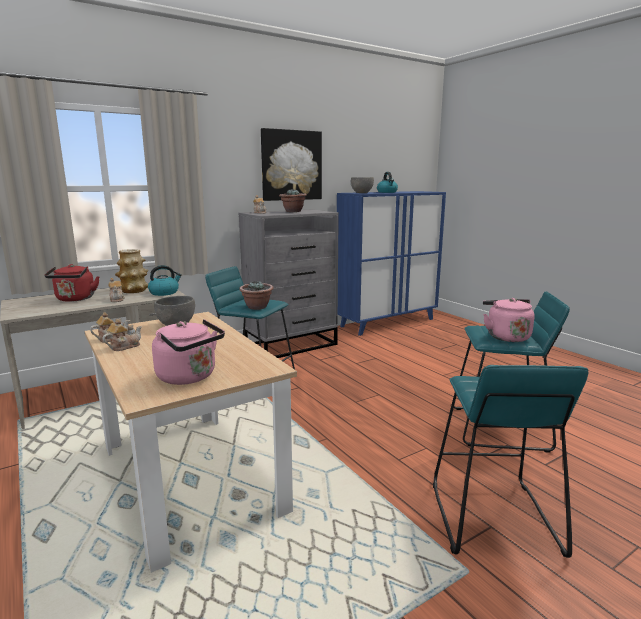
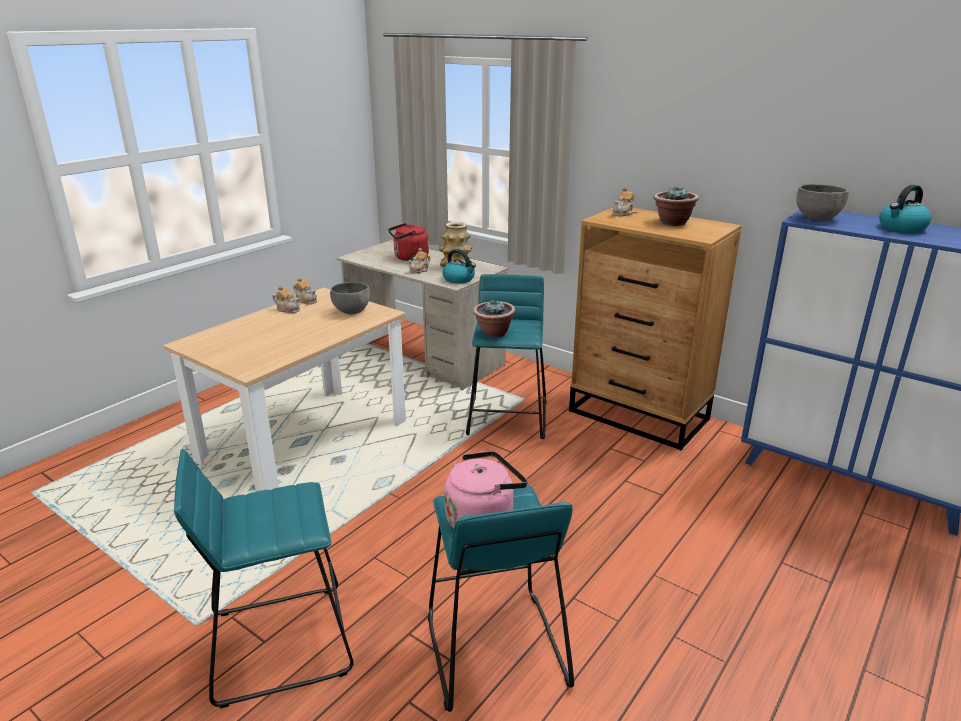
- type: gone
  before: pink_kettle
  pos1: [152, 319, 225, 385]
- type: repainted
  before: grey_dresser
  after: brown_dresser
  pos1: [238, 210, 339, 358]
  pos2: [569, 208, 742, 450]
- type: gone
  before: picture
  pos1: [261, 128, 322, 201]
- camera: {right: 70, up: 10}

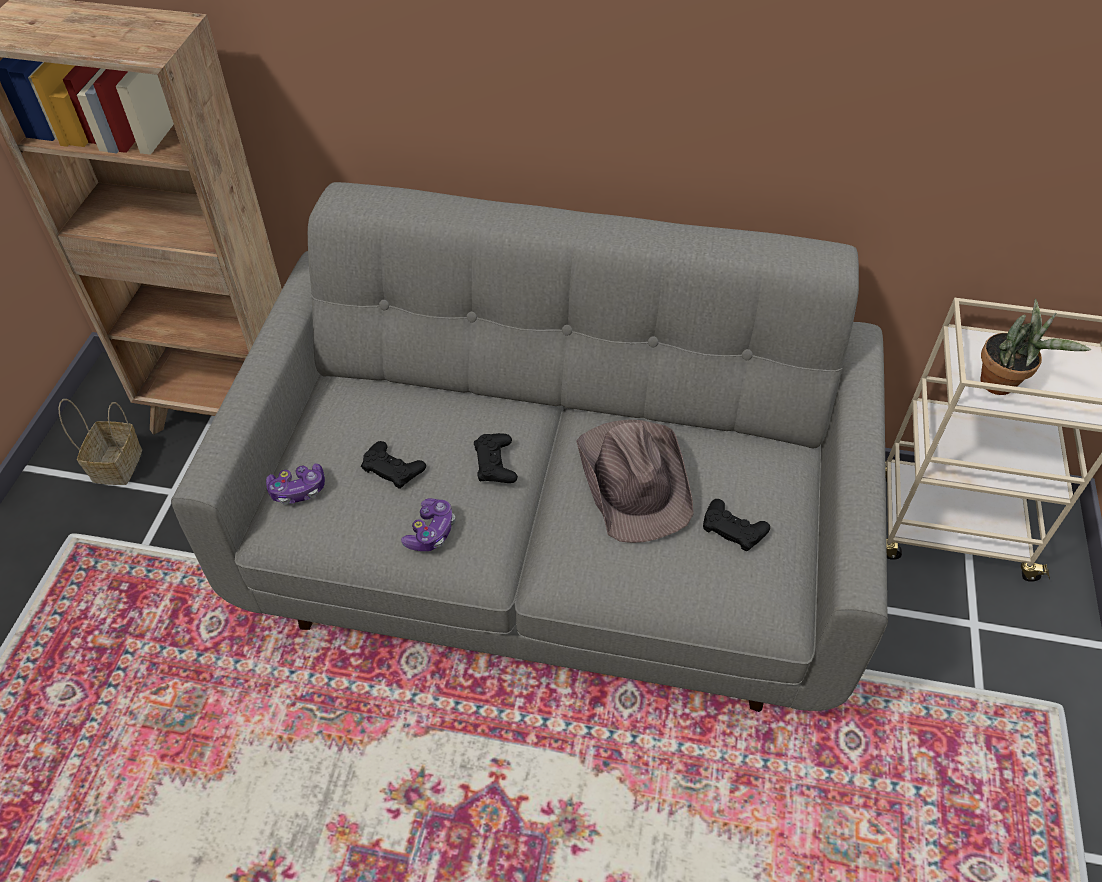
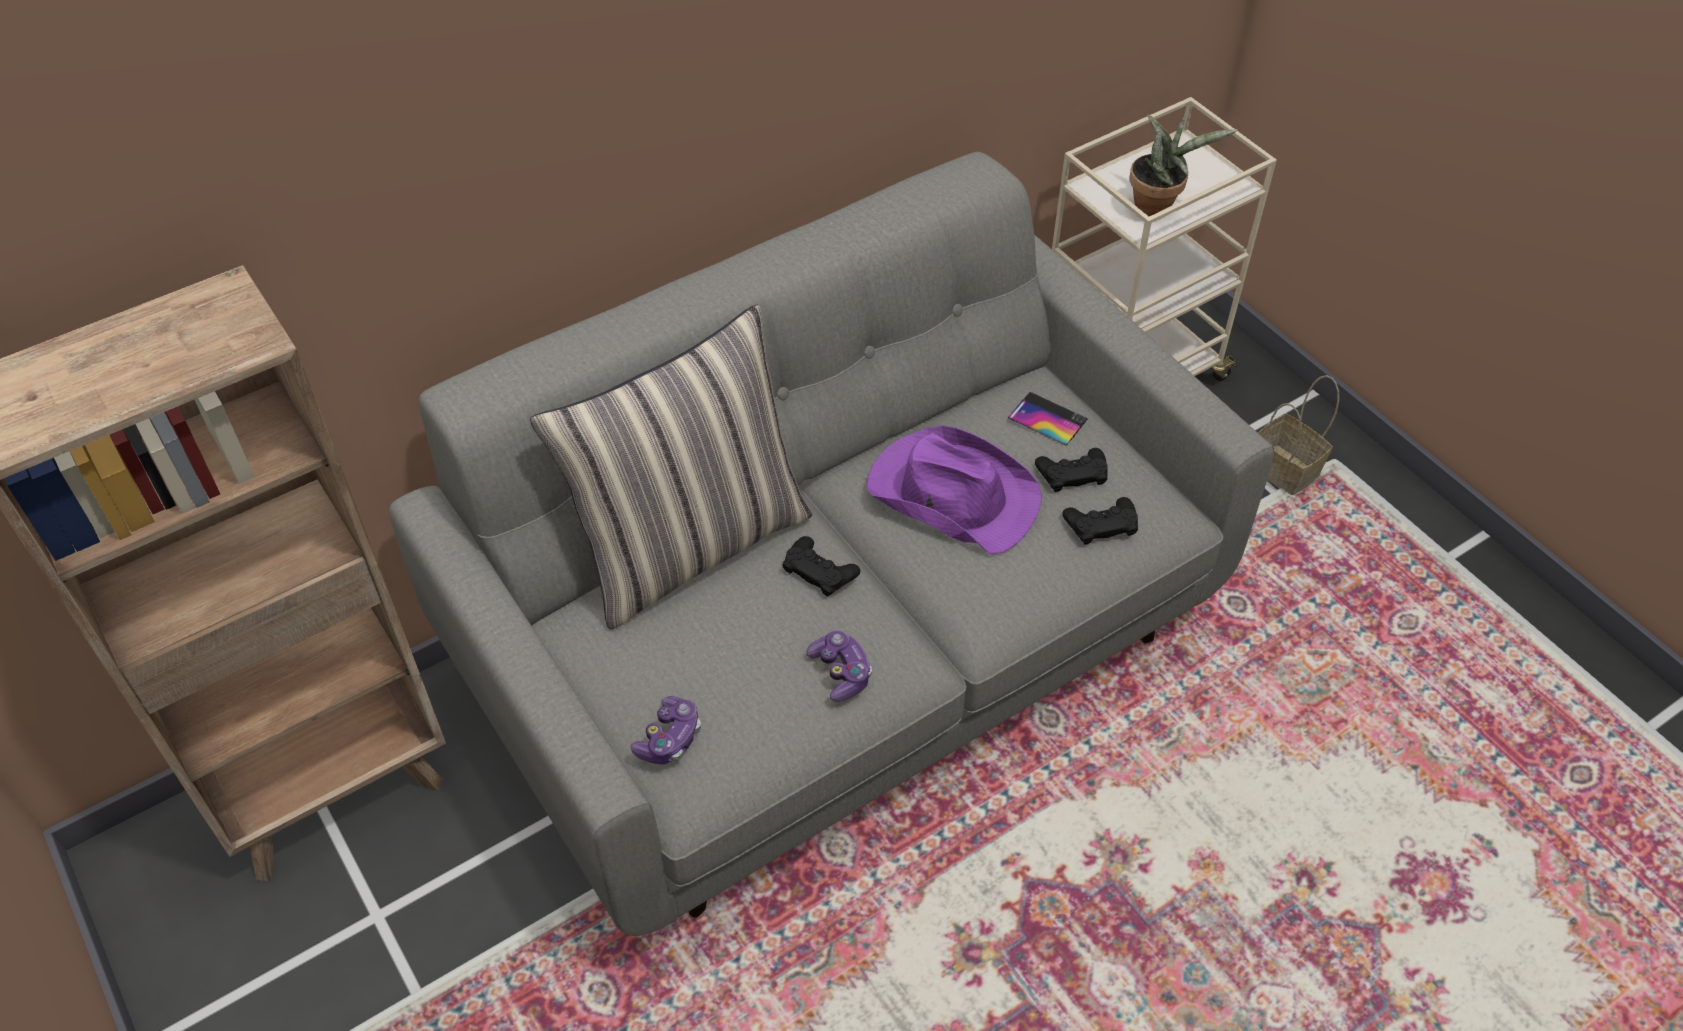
- type: shifted
  before: basket
  pos1: [59, 399, 142, 485]
  pos2: [1258, 375, 1339, 495]
- type: shifted
  before: black_game_controller
  pos1: [361, 441, 426, 489]
  pos2: [1062, 497, 1138, 544]
- type: repainted
  before: brown_hat
  after: purple_hat
  pos1: [576, 420, 694, 543]
  pos2: [867, 426, 1042, 555]
- type: new
  after: pillow
  pos2: [530, 305, 813, 630]
- type: new
  after: phone
  pos2: [1008, 392, 1088, 446]
- camera: {right: -45, up: 0}

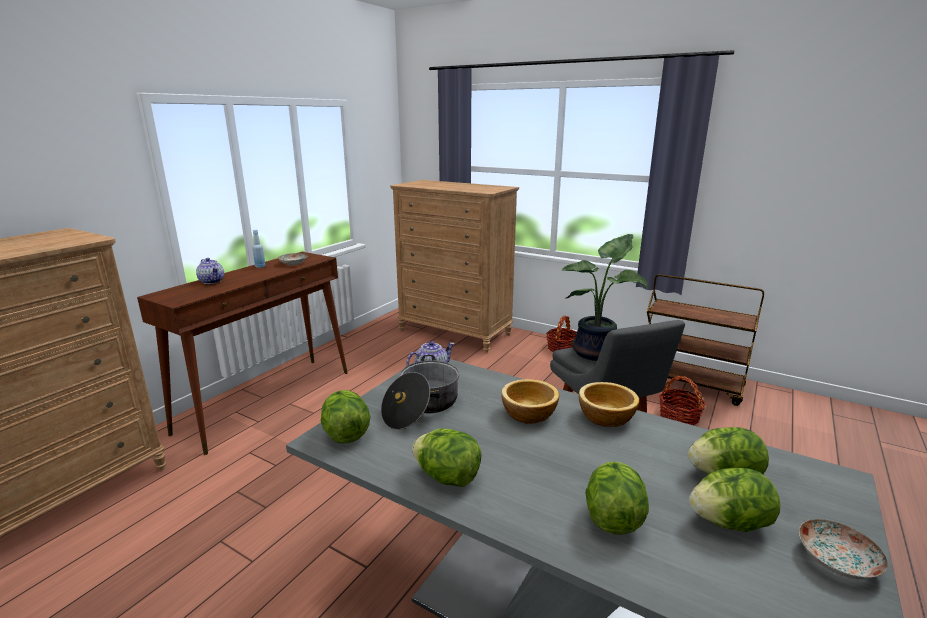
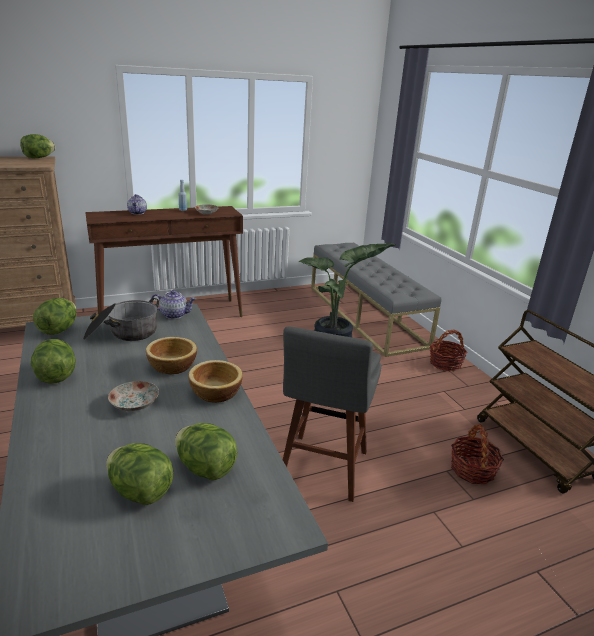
- type: swapped
  before: brown_dresser
  after: grey_bench
  pos1: [390, 180, 519, 353]
  pos2: [311, 243, 441, 357]
- type: shifted
  before: lettuce
  pos1: [585, 462, 649, 534]
  pos2: [20, 134, 55, 158]
- type: shifted
  before: plate
  pos1: [799, 519, 888, 580]
  pos2: [108, 381, 159, 411]
- camera: {right: 35, up: 5}

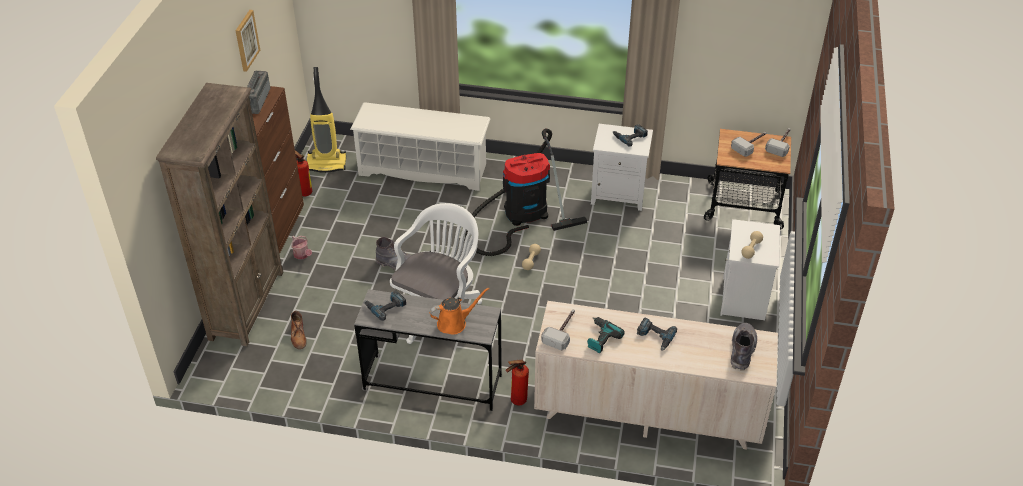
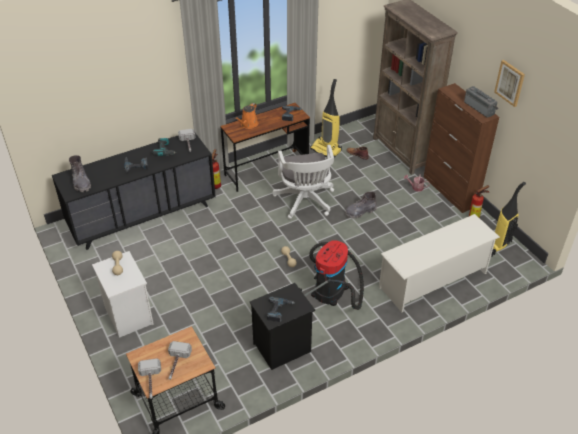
- type: repainted
  before: grey_desk
  after: brown_desk
  pos1: [354, 289, 502, 411]
  pos2: [221, 103, 310, 192]
- type: repainted
  before: beige_dresser
  after: black_dresser
  pos1: [534, 301, 778, 450]
  pos2: [52, 133, 216, 250]
- type: repainted
  before: white_nightstand
  after: black_nightstand
  pos1: [591, 124, 653, 211]
  pos2: [250, 283, 315, 370]
- type: new
  after: vacuum_cleaner
  pos2: [310, 79, 342, 158]
- camera: {right: 140, up: 0}

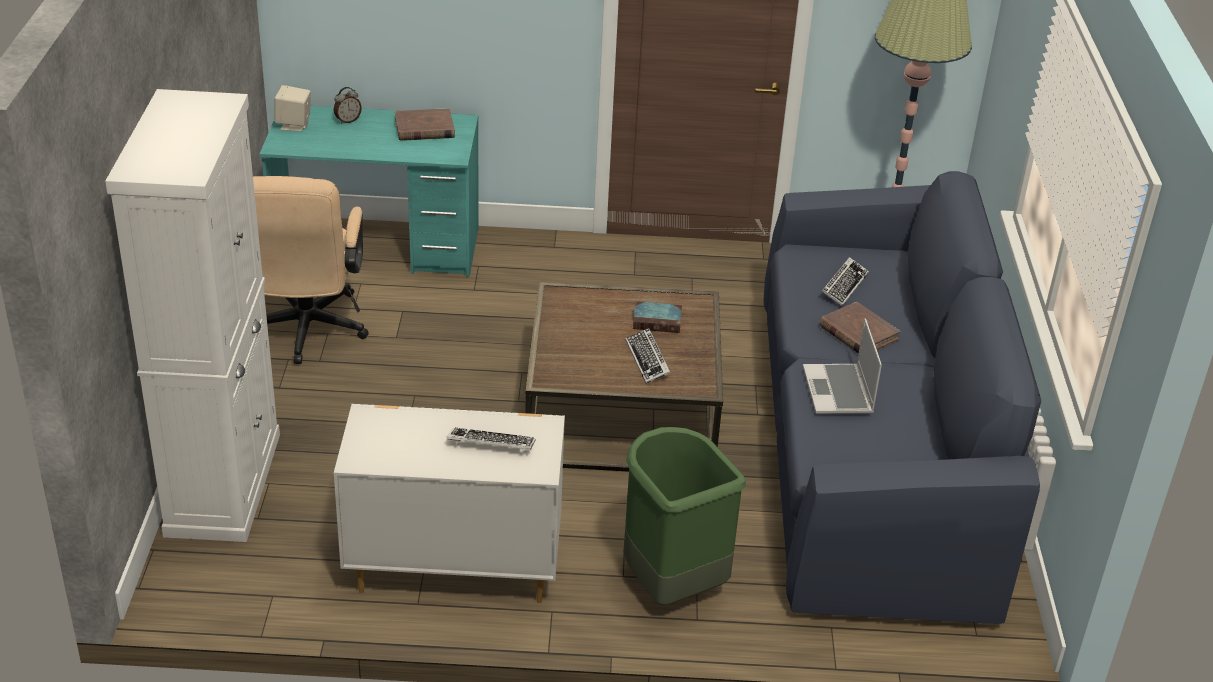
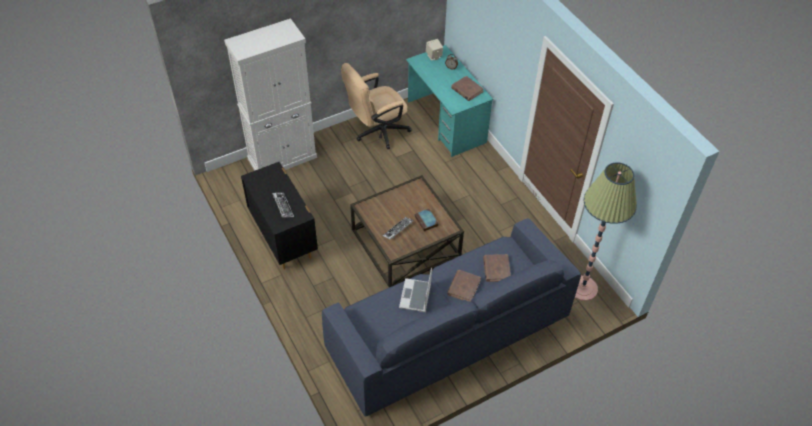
- type: repainted
  before: white_dresser
  after: black_dresser
  pos1: [334, 404, 565, 603]
  pos2: [241, 162, 318, 269]
- type: gone
  before: green_trash_can
  pos1: [623, 427, 746, 606]
- type: rotated
  before: laptop
  pos1: [803, 319, 882, 414]
  pos2: [399, 267, 432, 312]
  turn: -45
- type: swapped
  before: keyboard
  after: brown_book
  pos1: [822, 257, 869, 306]
  pos2: [483, 254, 511, 282]
- camera: {right: 60, up: 15}

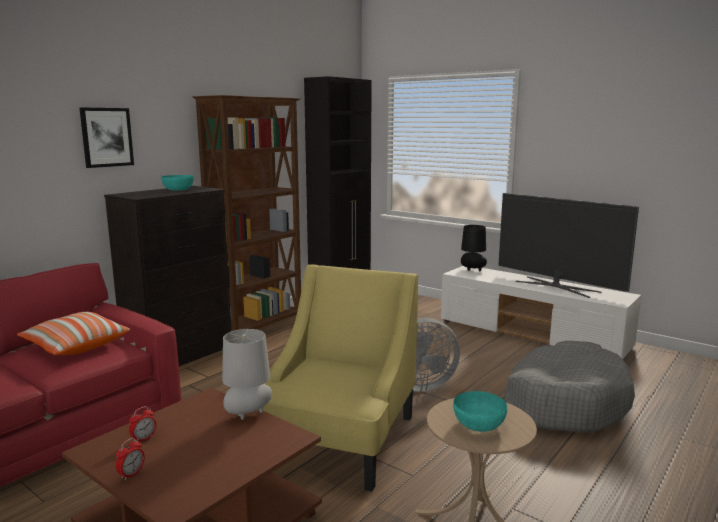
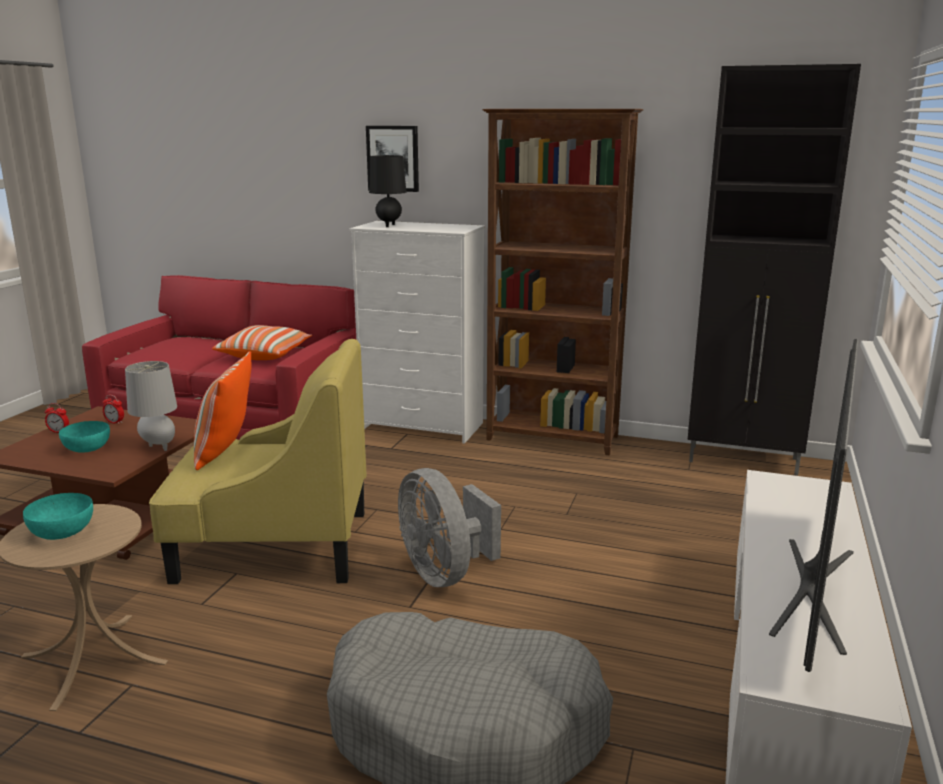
- type: repainted
  before: black_dresser
  after: white_dresser
  pos1: [104, 186, 231, 366]
  pos2: [349, 221, 485, 443]
- type: shifted
  before: turquoise_bowl
  pos1: [161, 175, 194, 191]
  pos2: [59, 421, 110, 453]
- type: shifted
  before: black_table_lamp
  pos1: [461, 225, 487, 272]
  pos2: [369, 155, 406, 227]
- type: new
  after: pillow
  pos2: [194, 352, 252, 470]
- camera: {right: 70, up: 5}

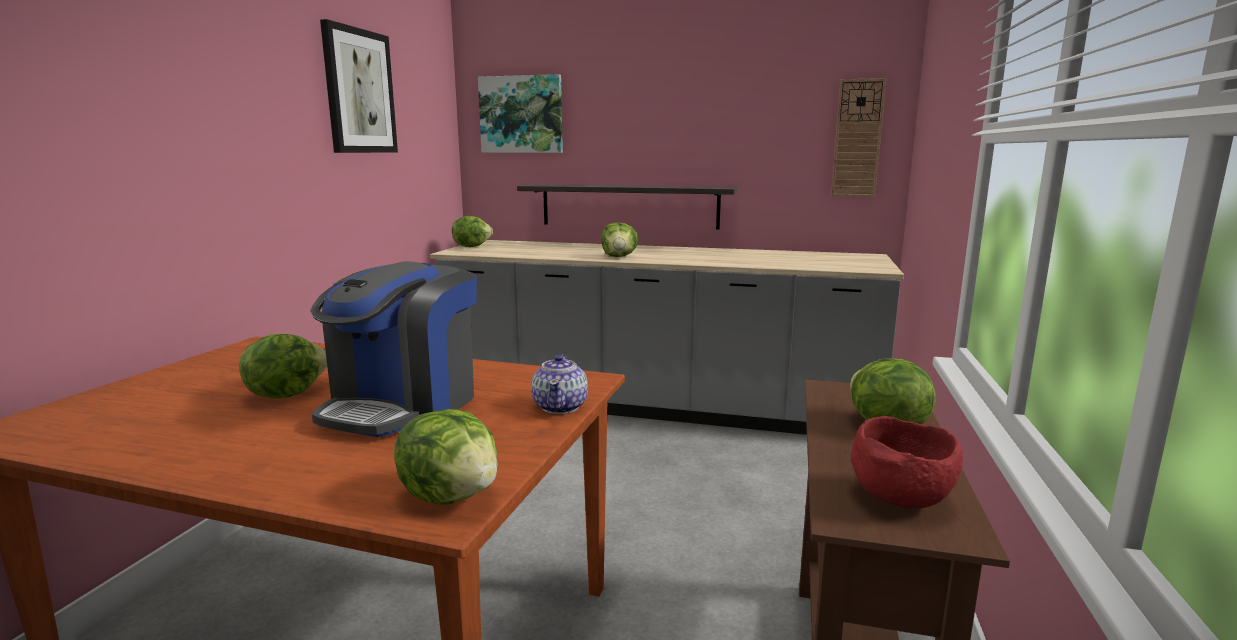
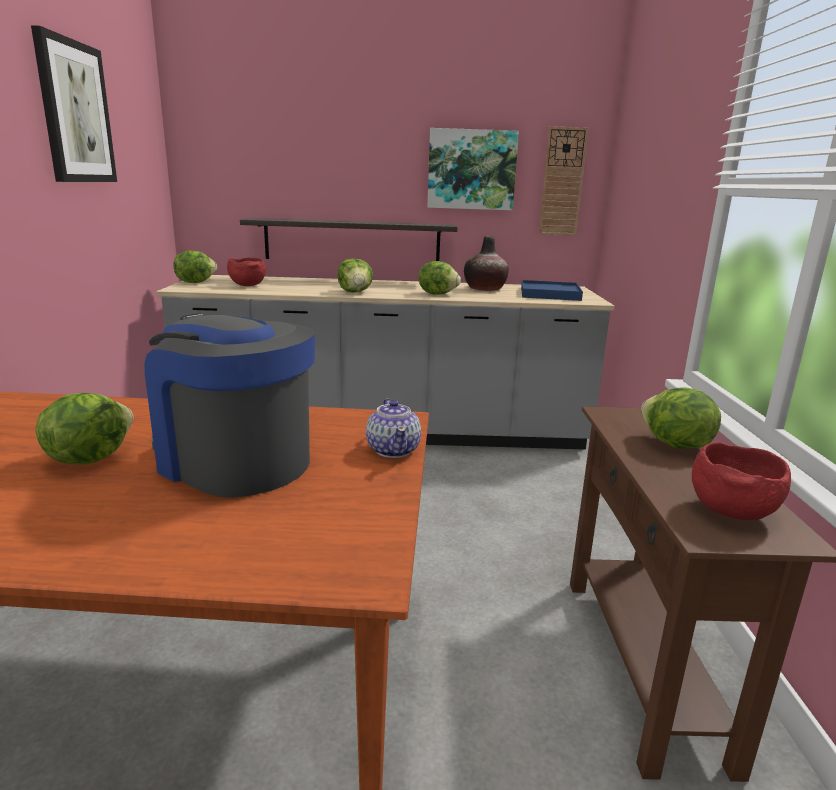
- type: rotated
  before: coffee_machine
  pos1: [310, 261, 477, 437]
  pos2: [144, 313, 315, 498]
  turn: 120
- type: shifted
  before: lettuce
  pos1: [394, 409, 498, 505]
  pos2: [419, 261, 461, 295]
- type: shifted
  before: picture
  pos1: [478, 74, 563, 153]
  pos2: [427, 128, 519, 210]
- type: new
  after: red_bowl
  pos2: [227, 257, 266, 286]
- type: new
  after: vase
  pos2: [464, 236, 509, 291]
- type: new
  after: blue_tray
  pos2: [521, 280, 583, 301]
- camera: {right: -15, up: 5}

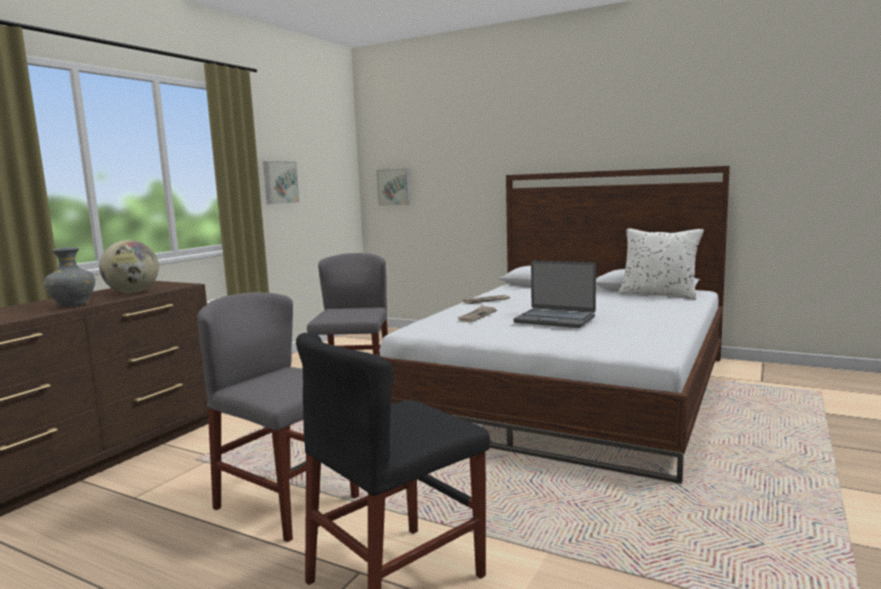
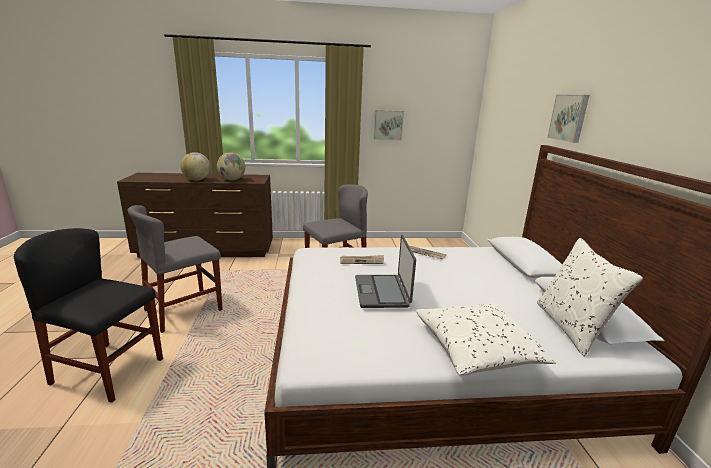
- type: swapped
  before: grey_vase
  after: globe
  pos1: [44, 247, 95, 307]
  pos2: [180, 152, 211, 181]
- type: rotated
  before: grey_chair
  pos1: [197, 292, 359, 542]
  pos2: [127, 205, 223, 333]
  turn: -135
- type: shifted
  before: picture
  pos1: [377, 168, 411, 206]
  pos2: [547, 95, 589, 143]
- type: new
  after: white_pillow
  pos2: [416, 303, 556, 376]
- camera: {right: 55, up: 10}

